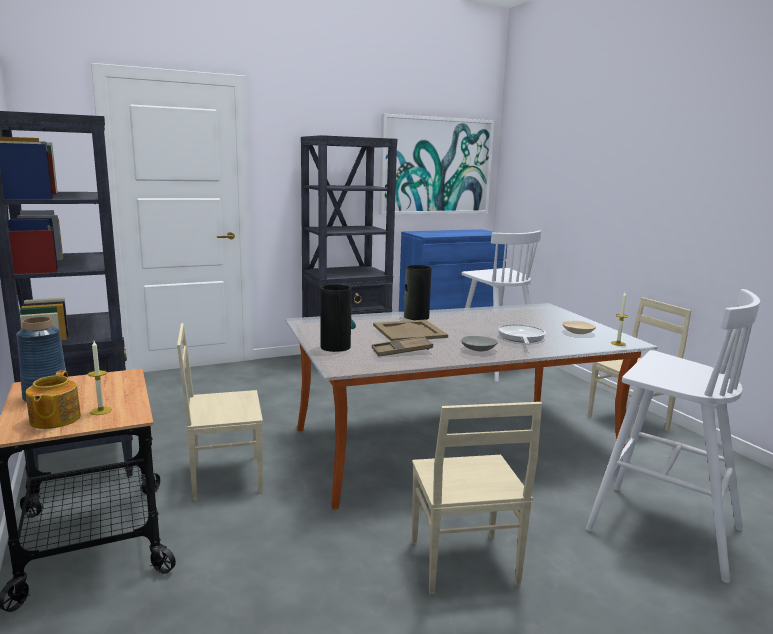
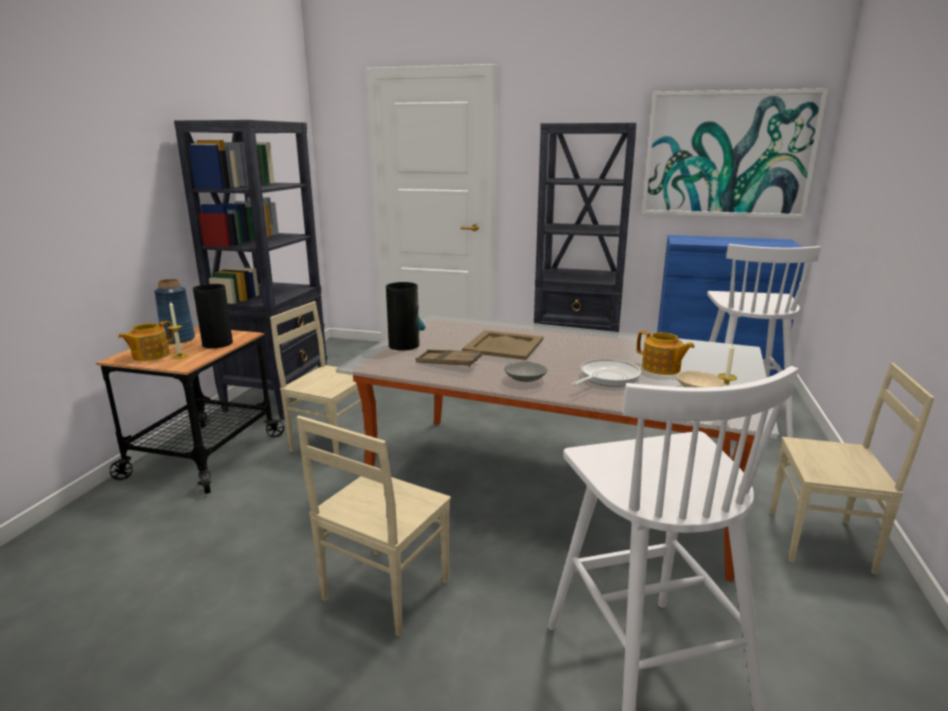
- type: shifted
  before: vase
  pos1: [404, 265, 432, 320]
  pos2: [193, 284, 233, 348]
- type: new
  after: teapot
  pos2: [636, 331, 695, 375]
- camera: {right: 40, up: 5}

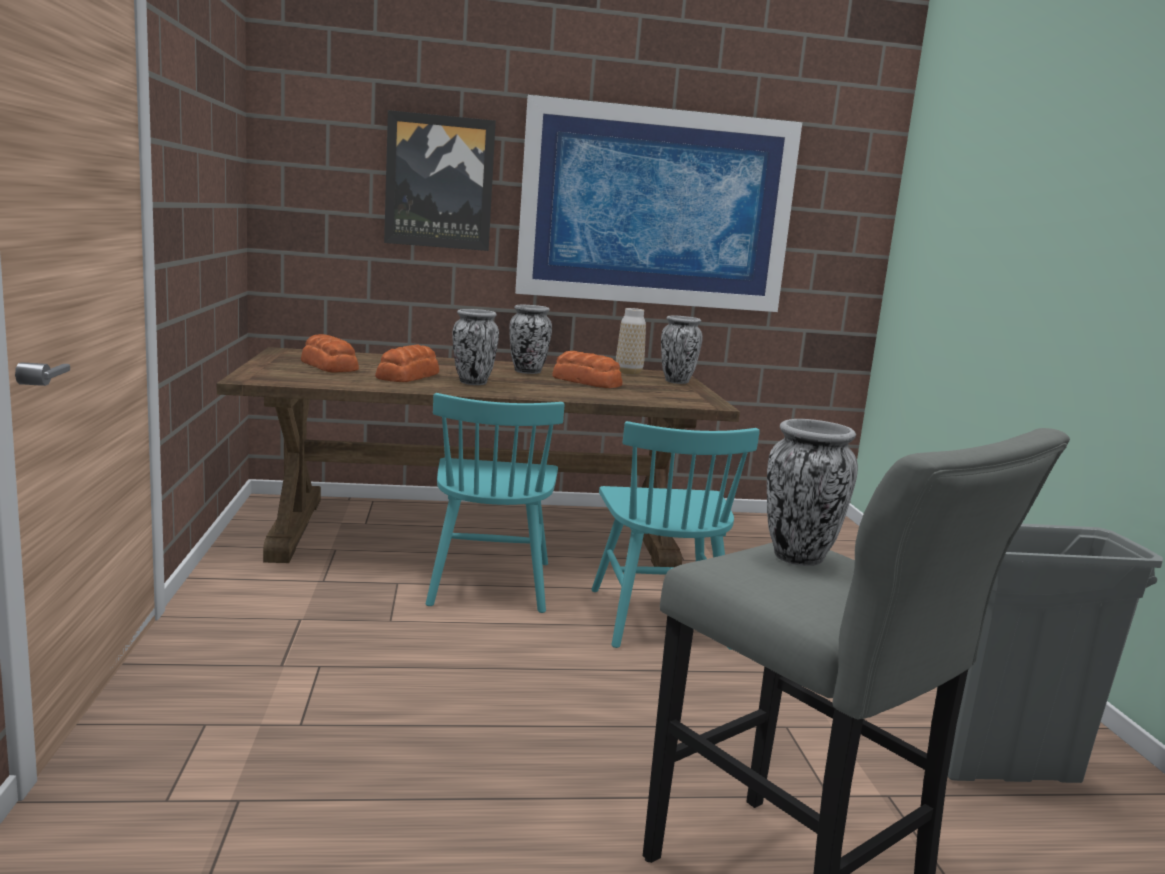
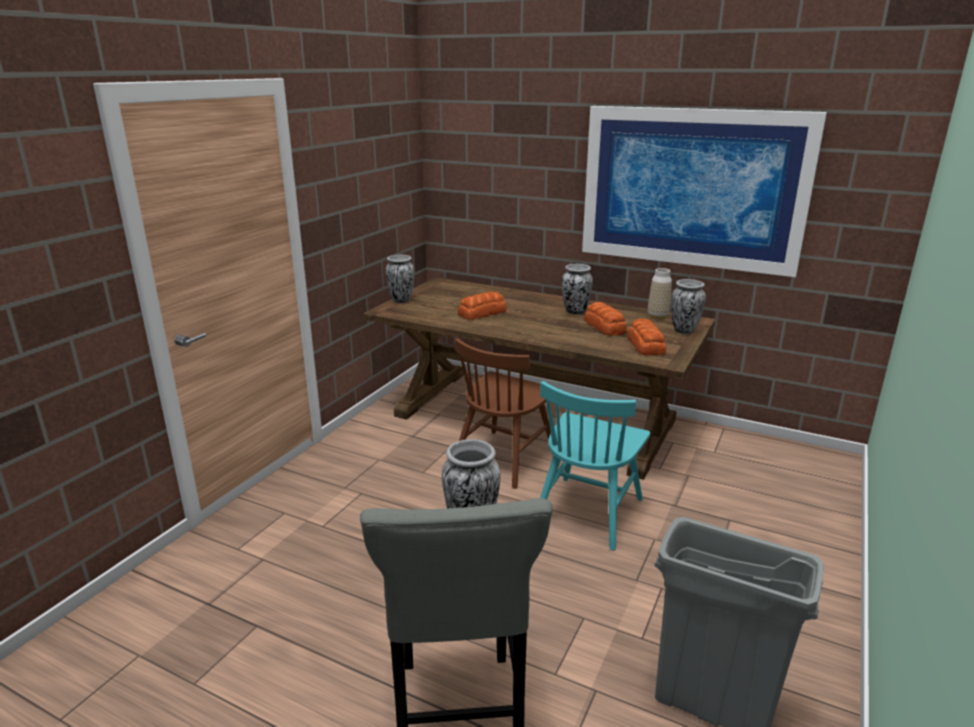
- type: shifted
  before: bread
  pos1: [301, 334, 359, 372]
  pos2: [627, 319, 666, 355]
- type: gone
  before: picture
  pos1: [384, 110, 496, 251]
- type: repainted
  before: turquoise_chair
  after: brown_chair
  pos1: [426, 393, 564, 613]
  pos2: [455, 338, 551, 489]
- type: shifted
  before: vase
  pos1: [452, 309, 499, 385]
  pos2: [386, 255, 415, 304]
- camera: {right: 35, up: 10}

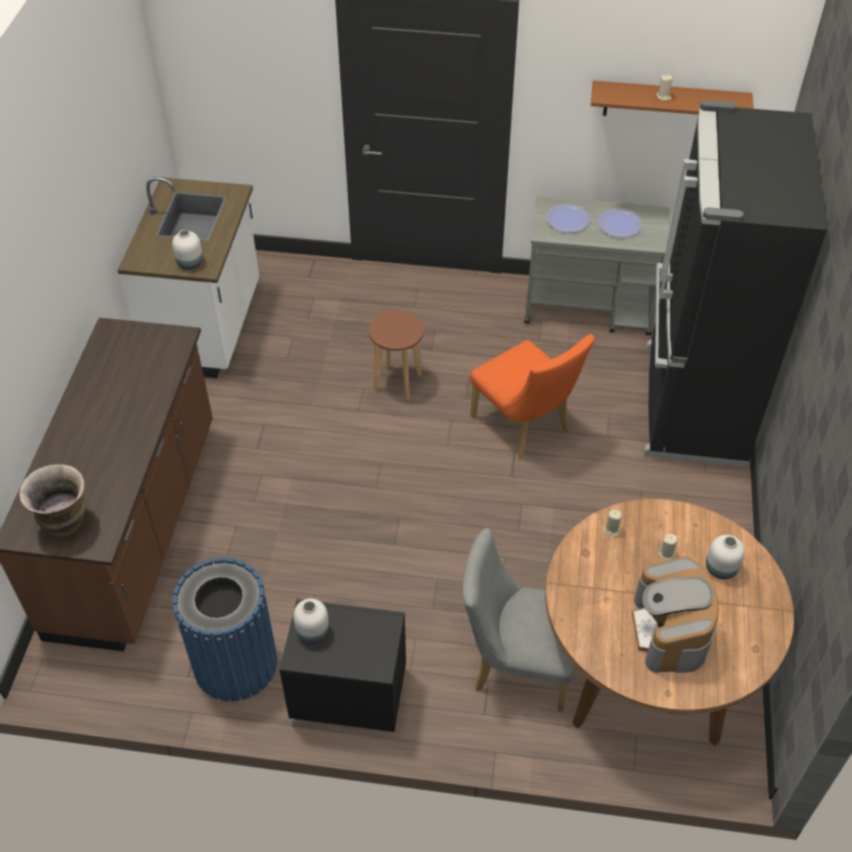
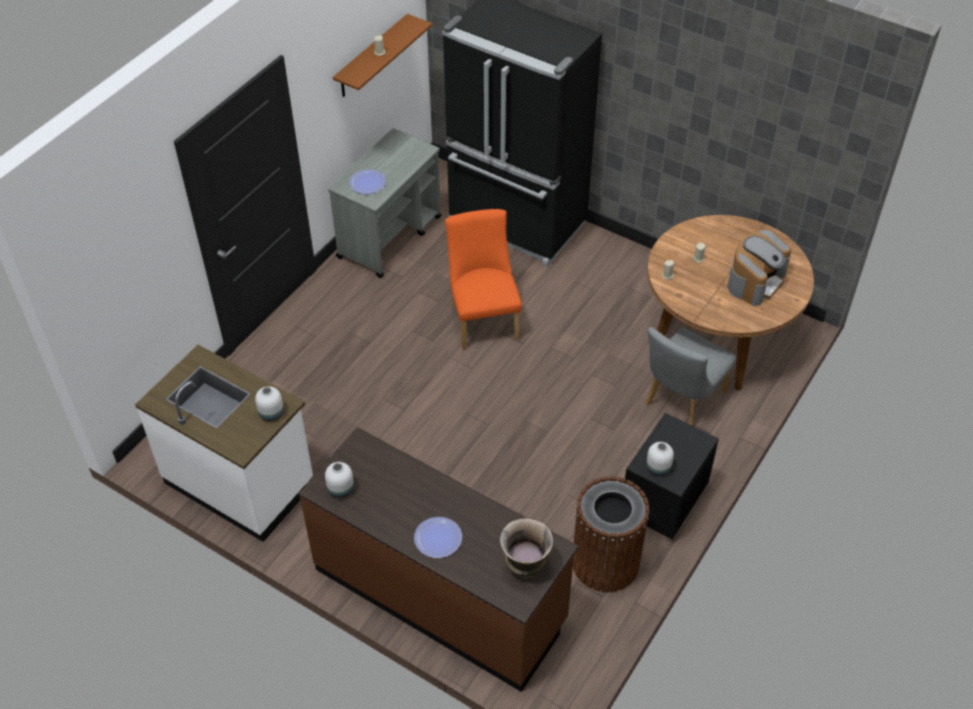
- type: repainted
  before: blue_trash_can
  after: brown_trash_can
  pos1: [172, 557, 277, 701]
  pos2: [573, 476, 650, 592]
- type: gone
  before: brown_stool
  pos1: [369, 310, 424, 400]
- type: rotated
  before: orange_chair
  pos1: [470, 334, 594, 459]
  pos2: [445, 209, 522, 349]
  turn: -90
- type: shifted
  before: plate
  pos1: [598, 209, 642, 238]
  pos2: [414, 517, 462, 558]
- type: rotated
  before: coffee_machine
  pos1: [632, 556, 719, 673]
  pos2: [727, 229, 791, 306]
  turn: -75
- type: shifted
  before: white_vase
  pos1: [706, 535, 745, 579]
  pos2: [325, 462, 354, 498]
- camera: {right: -65, up: 0}

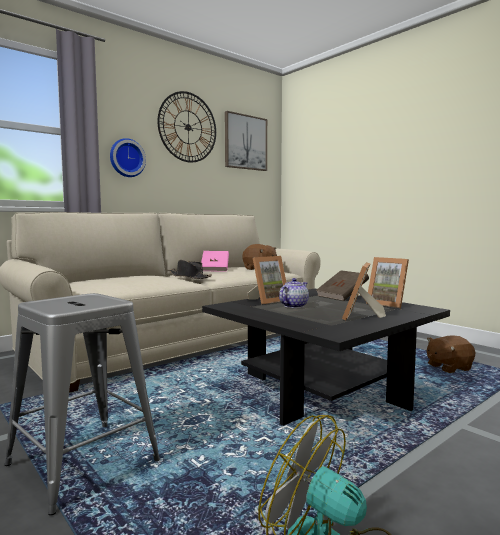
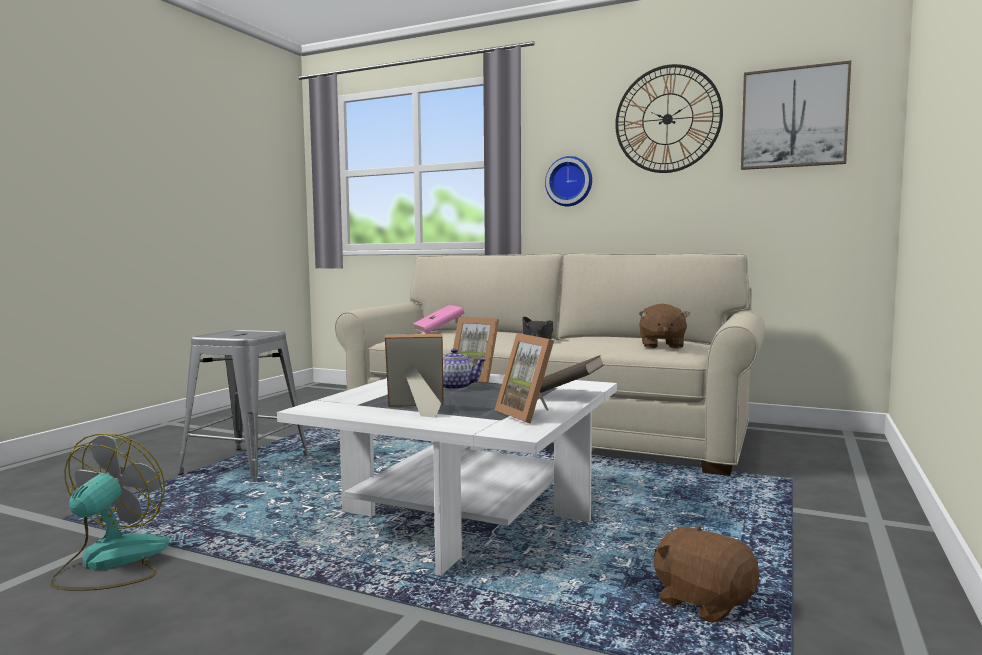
- type: shifted
  before: pink_book
  pos1: [201, 251, 229, 272]
  pos2: [413, 305, 464, 334]
- type: repainted
  before: black_coffee_table
  after: white_coffee_table
  pos1: [202, 289, 450, 426]
  pos2: [277, 374, 617, 575]
- type: rotated
  before: picture_frame
  pos1: [366, 257, 409, 308]
  pos2: [495, 333, 554, 424]
  turn: -45
- camera: {right: 65, up: 0}

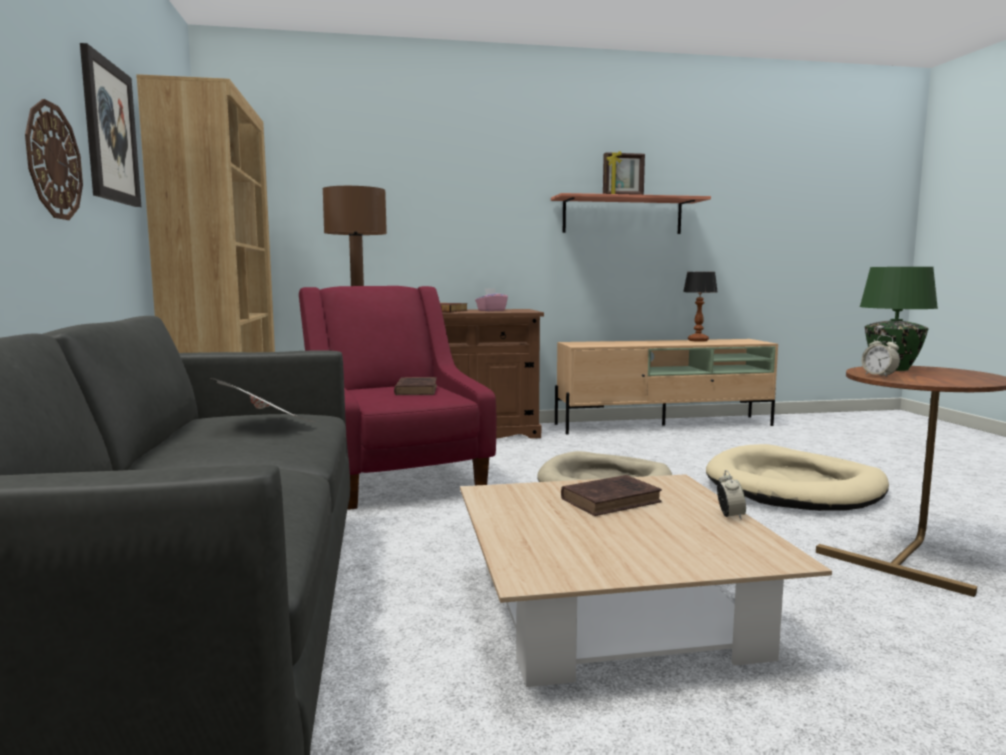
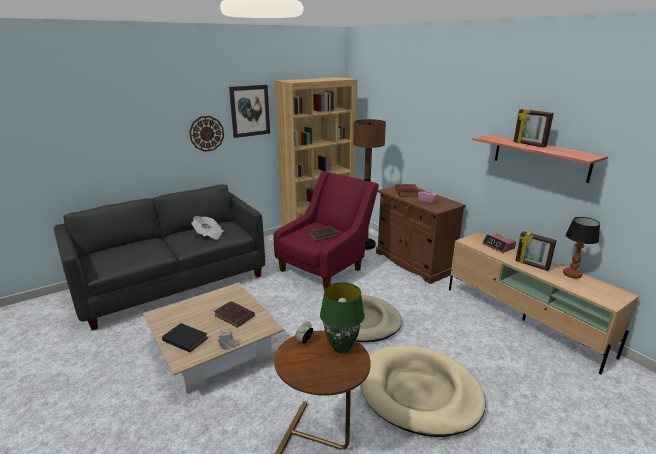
- type: new
  after: black_book
  pos2: [162, 323, 208, 352]
- type: new
  after: alarm_clock
  pos2: [482, 233, 516, 253]
- type: new
  after: picture_frame
  pos2: [515, 231, 557, 271]
- camera: {right: 65, up: 15}

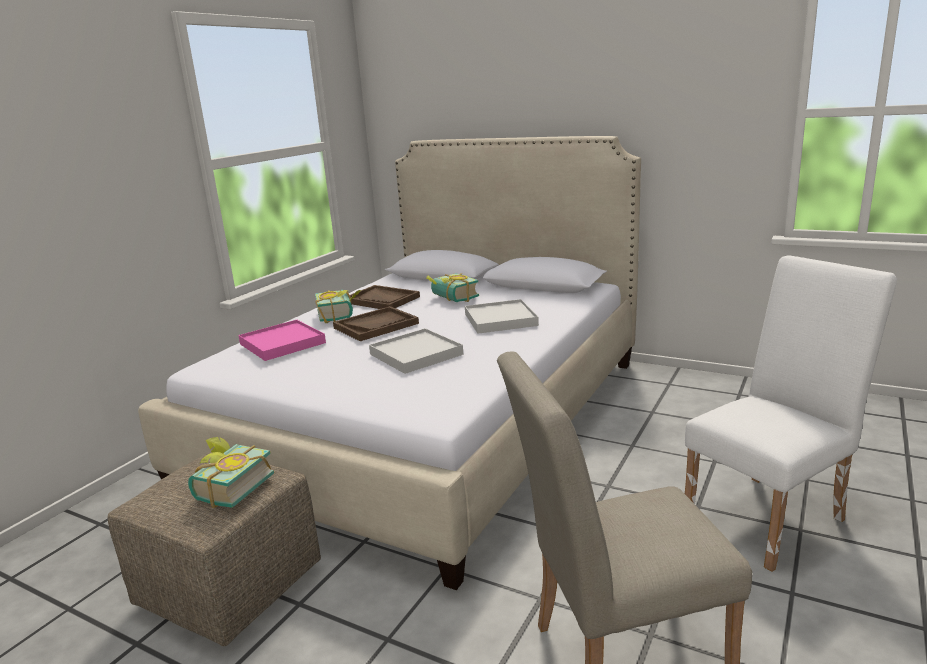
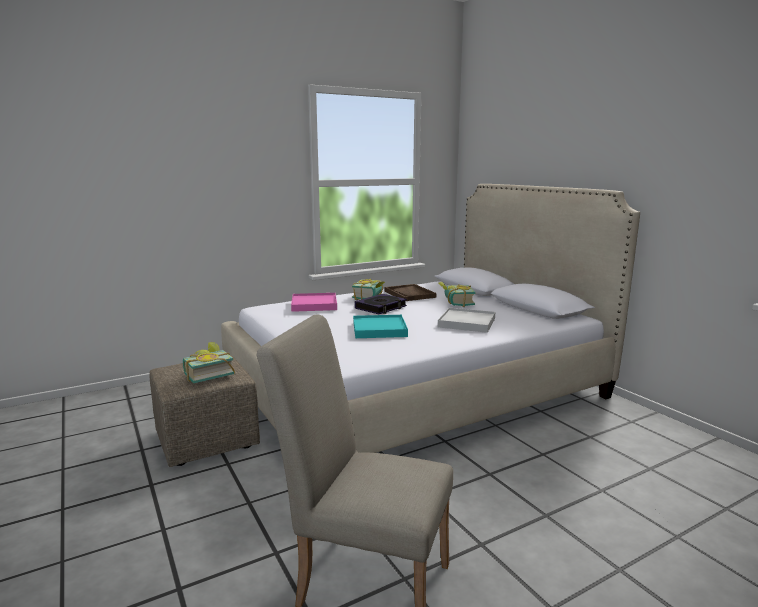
- type: swapped
  before: brown_tray
  after: book
  pos1: [333, 306, 419, 341]
  pos2: [355, 294, 407, 314]
- type: repainted
  before: white_tray
  after: turquoise_tray
  pos1: [369, 328, 463, 374]
  pos2: [353, 315, 408, 338]
- type: gone
  before: white_chair
  pos1: [685, 256, 897, 572]
- camera: {right: 30, up: -5}

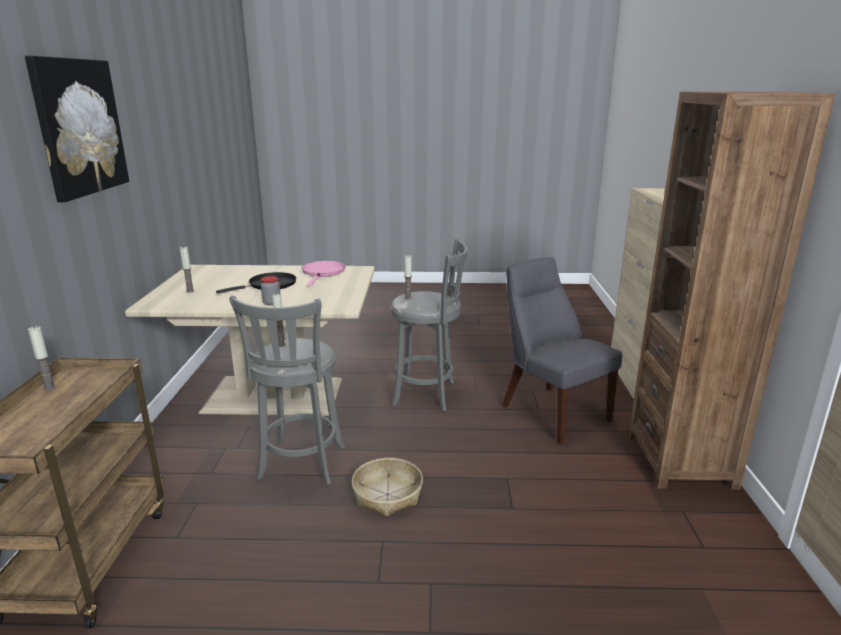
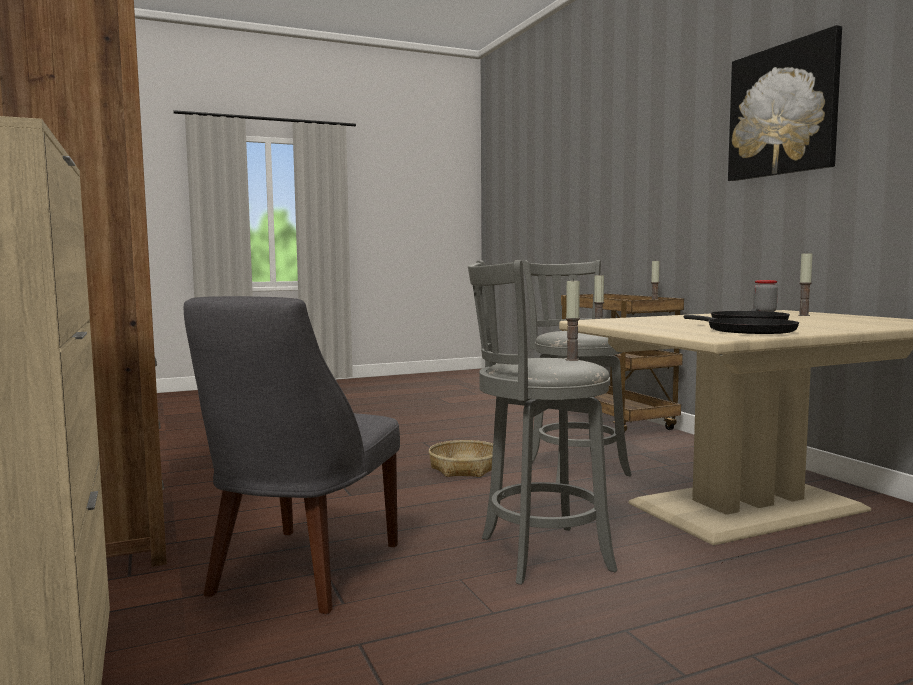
- type: shifted
  before: jar
  pos1: [261, 276, 281, 306]
  pos2: [753, 280, 778, 312]
- type: repainted
  before: pink_frying_pan
  after: black_frying_pan
  pos1: [302, 261, 346, 286]
  pos2: [684, 315, 799, 334]
- type: rotated
  before: grey_chair
  pos1: [502, 257, 622, 445]
  pos2: [184, 296, 400, 614]
  turn: 75
- camera: {right: 155, up: -15}

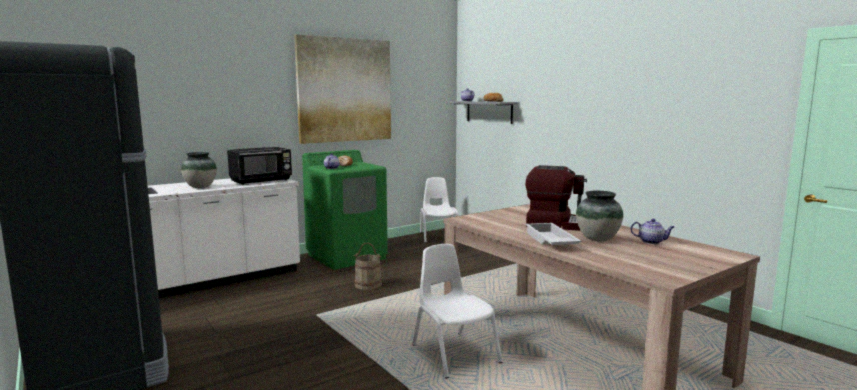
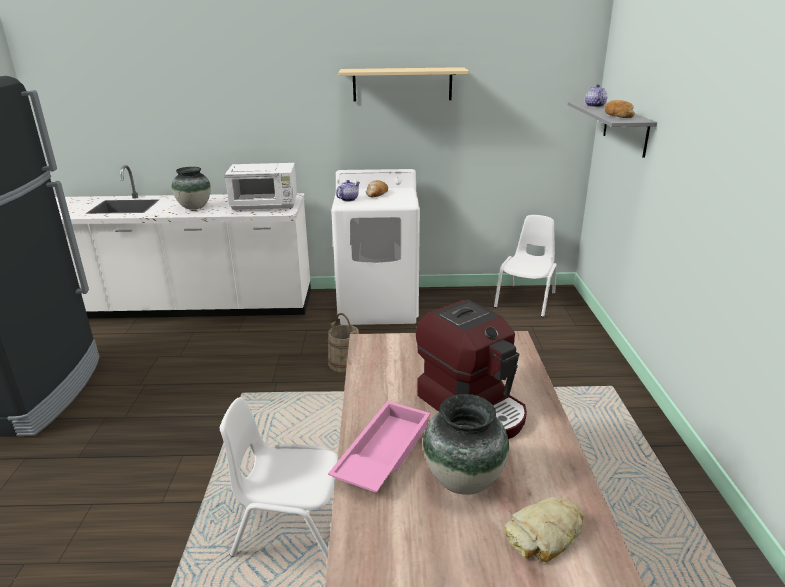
- type: repainted
  before: black_microwave
  after: white_microwave
  pos1: [227, 147, 292, 185]
  pos2: [225, 163, 297, 211]
- type: swapped
  before: picture
  after: beige_shelf
  pos1: [294, 34, 391, 144]
  pos2: [338, 67, 469, 102]
- type: repainted
  before: green_washing_machine
  after: white_washing_machine
  pos1: [302, 150, 388, 270]
  pos2: [331, 169, 420, 325]
- type: rotated
  before: white_chair
  pos1: [412, 244, 502, 379]
  pos2: [220, 397, 338, 561]
  turn: -90
- type: repainted
  before: white_tray
  after: pink_tray
  pos1: [526, 223, 581, 245]
  pos2: [328, 401, 431, 493]
- type: swapped
  before: teapot
  after: bread
  pos1: [631, 219, 674, 244]
  pos2: [505, 497, 584, 562]
- camera: {right: 35, up: 15}

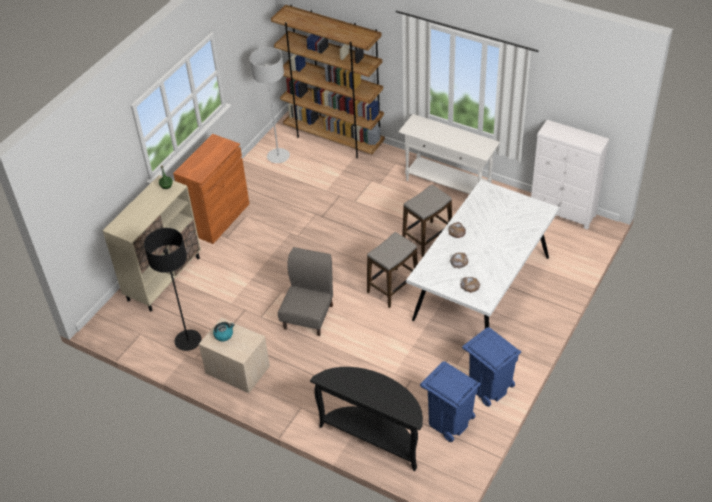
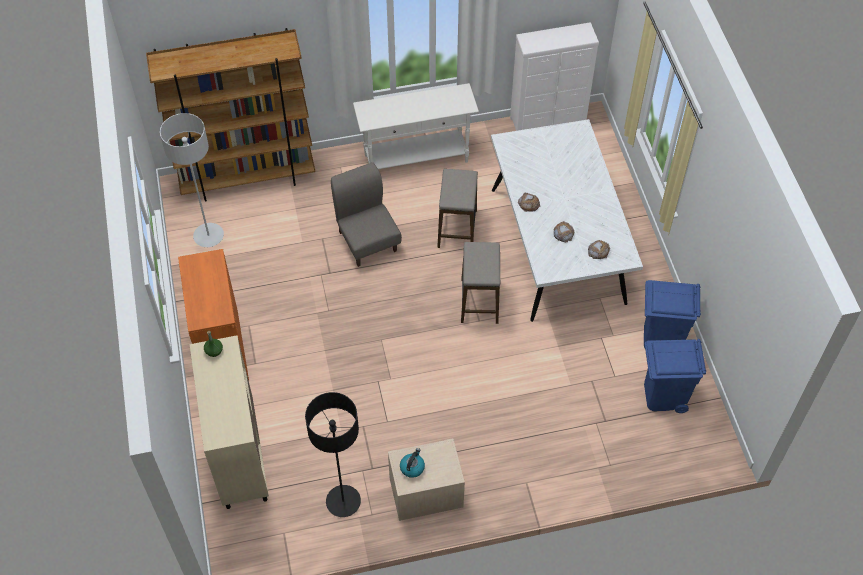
- type: shifted
  before: grey_chair
  pos1: [278, 247, 333, 336]
  pos2: [331, 162, 402, 267]
- type: gone
  before: black_console_table
  pos1: [310, 367, 423, 471]
- camera: {right: -45, up: 10}

